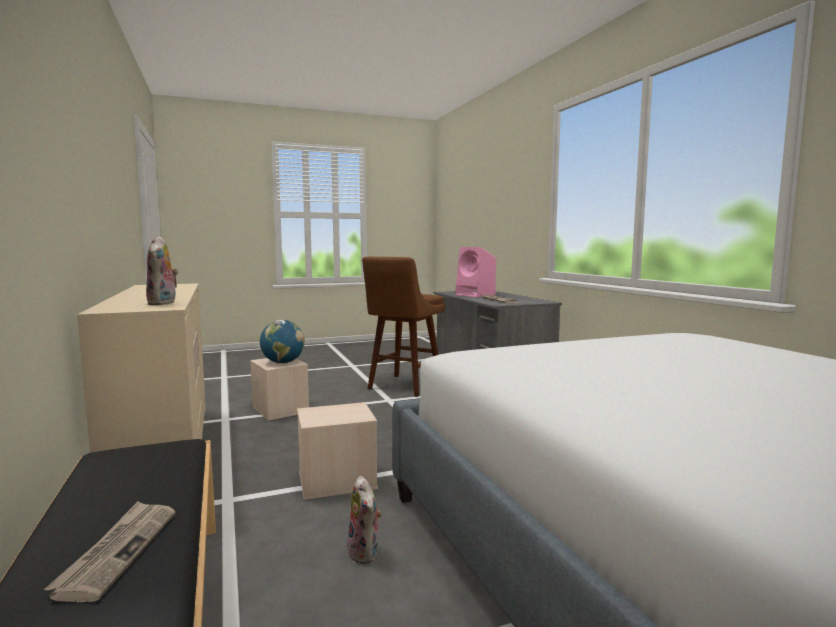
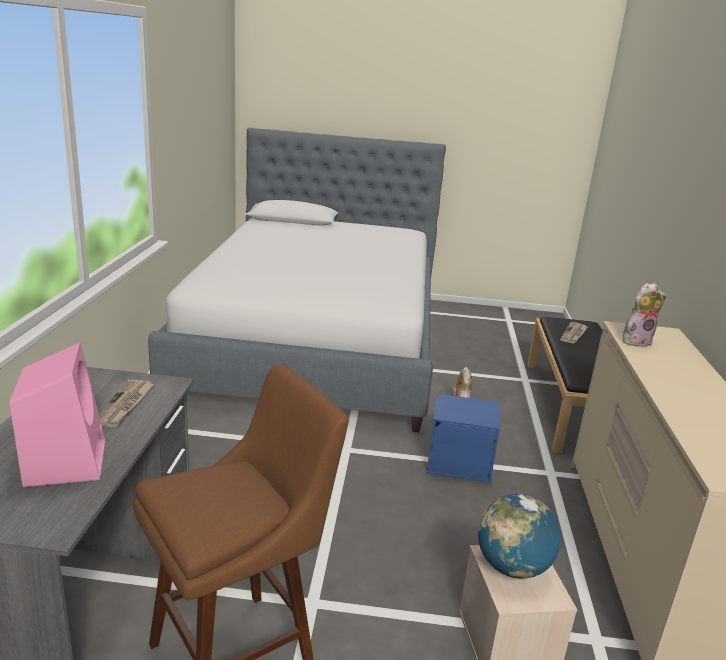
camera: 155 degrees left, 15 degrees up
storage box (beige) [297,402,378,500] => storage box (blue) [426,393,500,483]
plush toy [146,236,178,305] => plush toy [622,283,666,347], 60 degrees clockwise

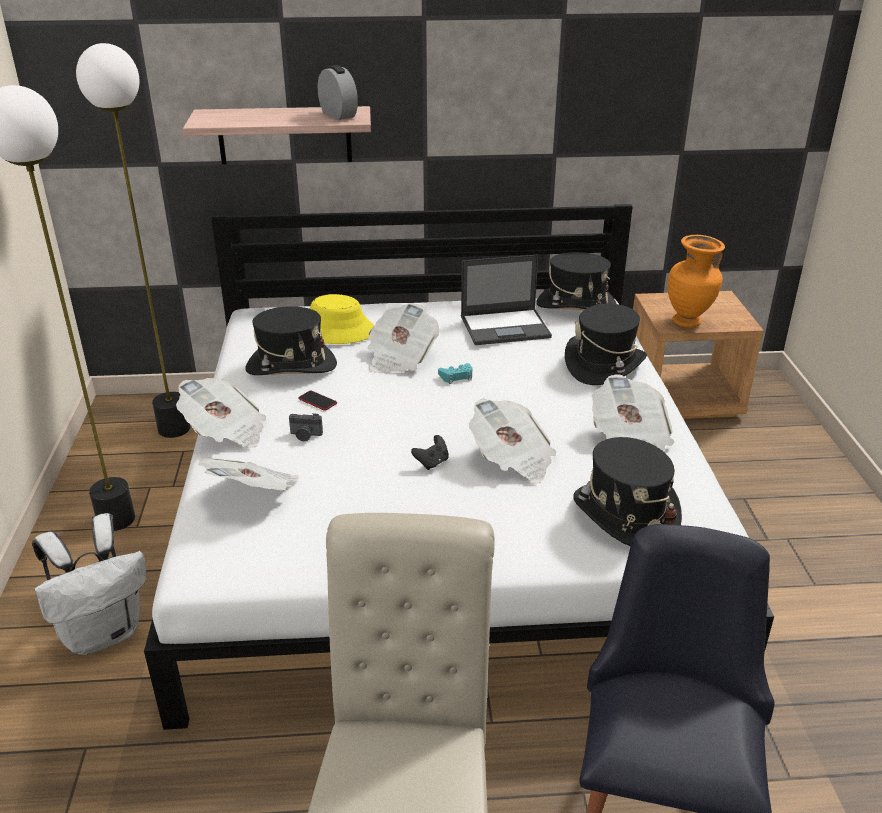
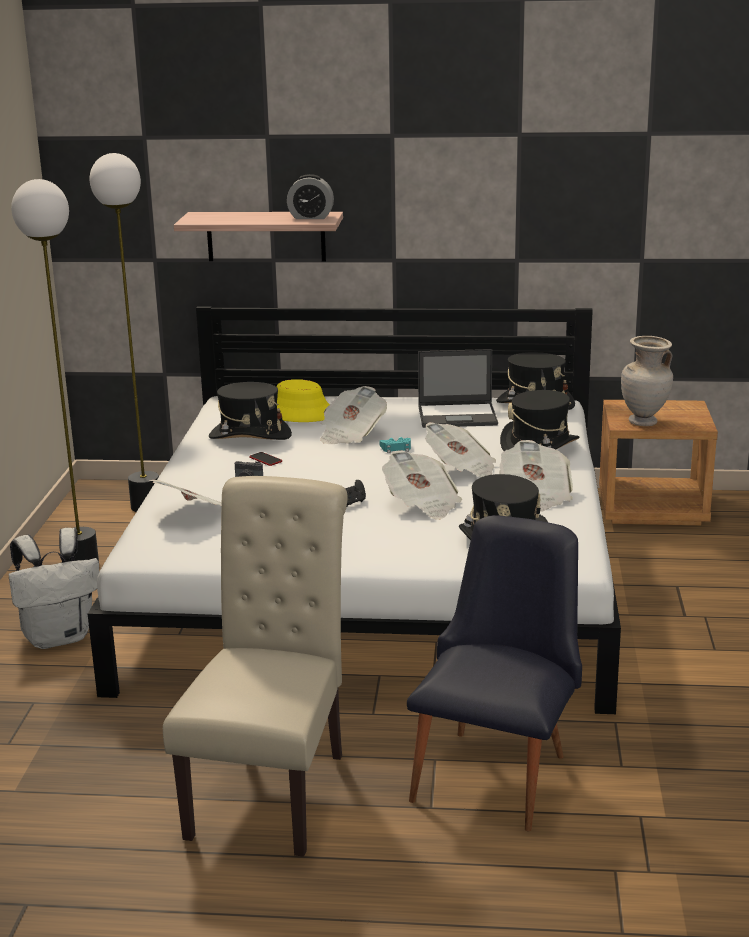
camera: 10 degrees right, 10 degrees down
newspaper [176,378,266,448] => newspaper [425,422,496,478], moved
vase (orange) [667,235,725,328] => vase (beige) [621,336,673,426]
alarm clock [318,65,358,120] => alarm clock [287,174,334,219], 120 degrees clockwise

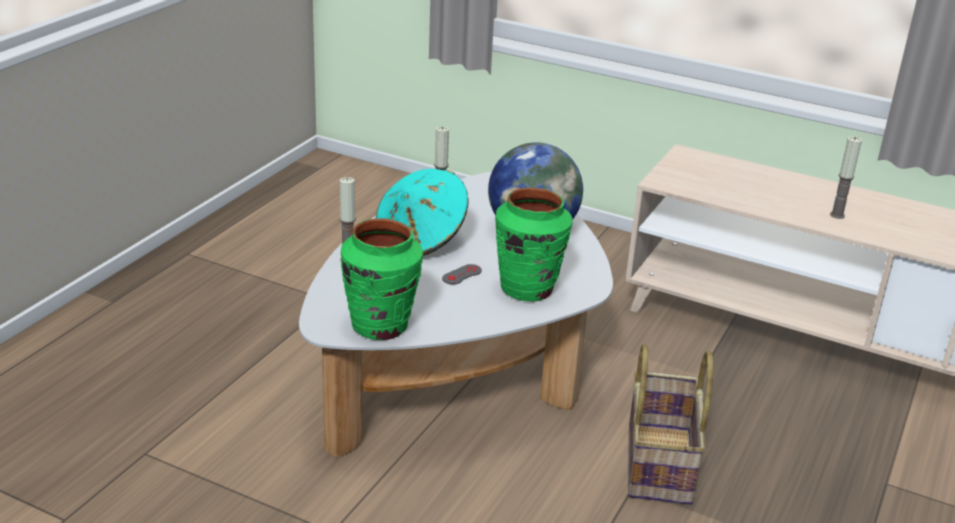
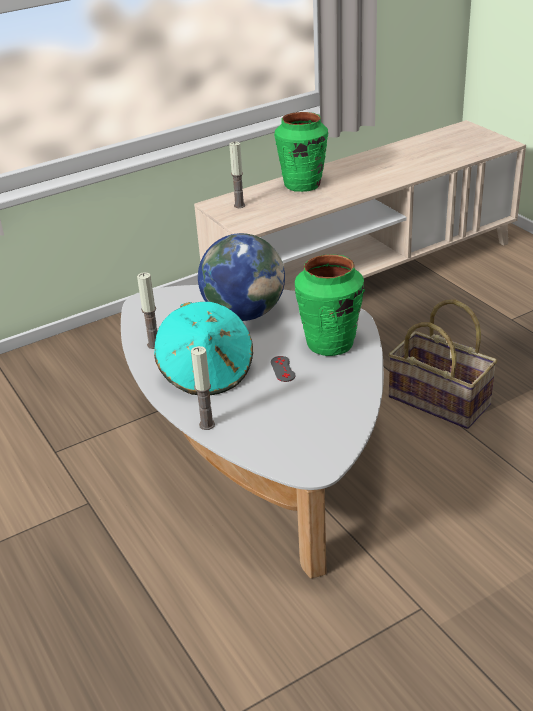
camera: 55 degrees left, 5 degrees up
vase (green) [341,218,423,340] => vase (green) [274,112,328,192], moved
candle [830,137,862,219] => candle [229,142,245,208], moved

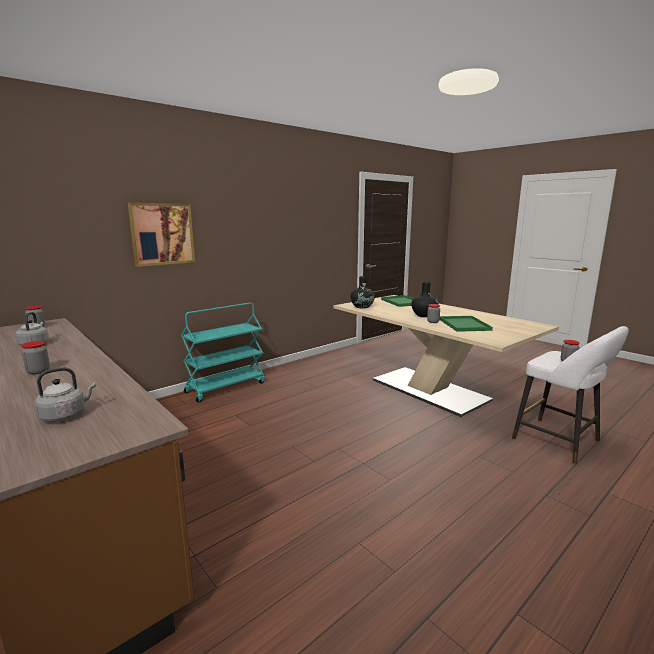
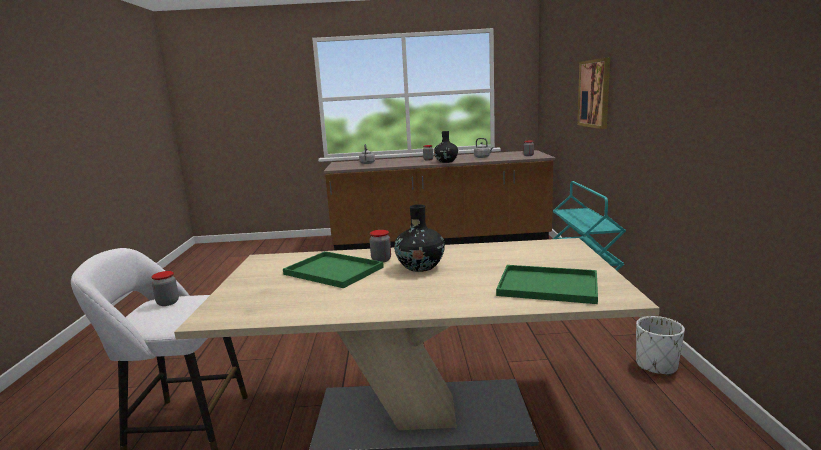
camera: 130 degrees right, 0 degrees up
nothing => planter (white) [636,316,685,376]
vase (black) [350,276,375,308] => vase (black) [434,131,458,163], moved

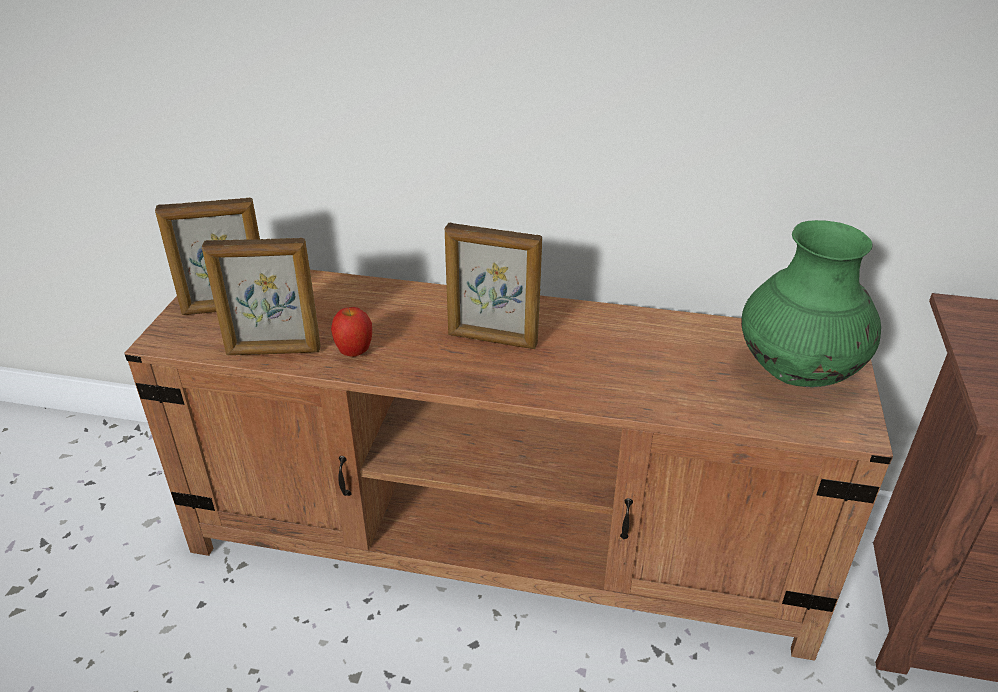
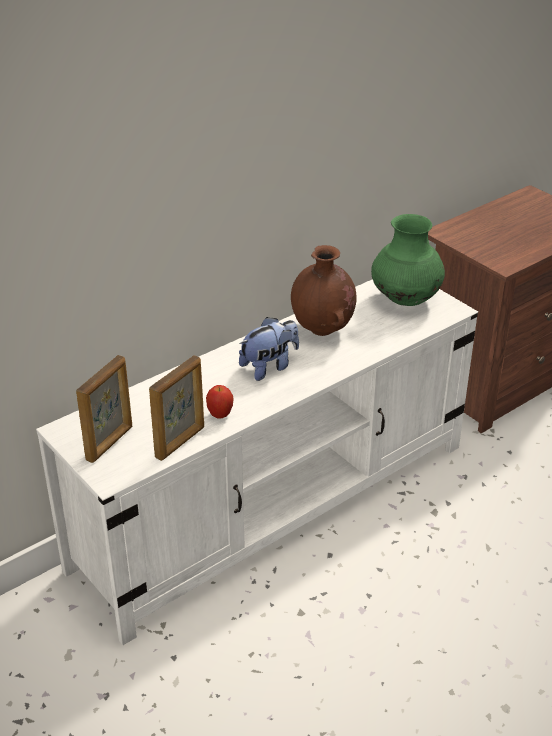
camera: 50 degrees left, 0 degrees up
nothing => vase (brown) [291,245,357,336]
picture frame [445,223,542,349] => plush toy [239,317,299,381]
tv stand (brown) [125,270,893,661] => tv stand (white) [36,279,478,645]

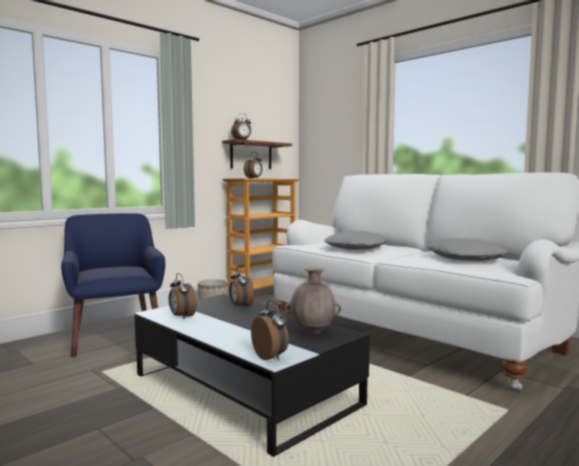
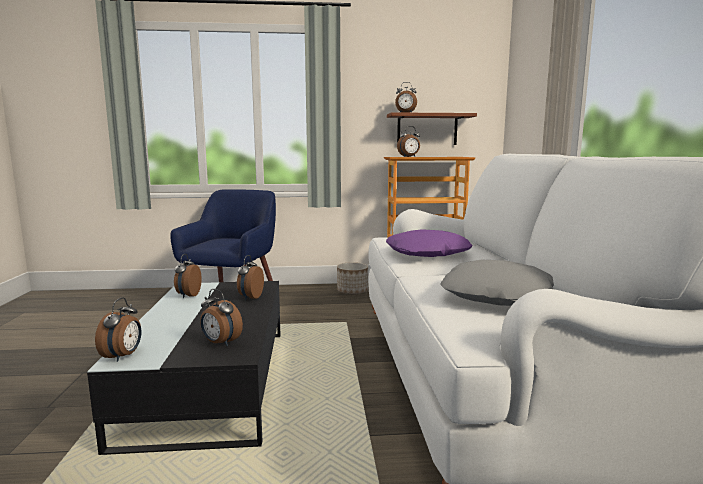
camera: 40 degrees right, 5 degrees up
vase (brown) [285,267,341,335] => alarm clock [200,289,243,346]
pillow (grey) [324,231,389,250] => pillow (purple) [386,229,472,257]

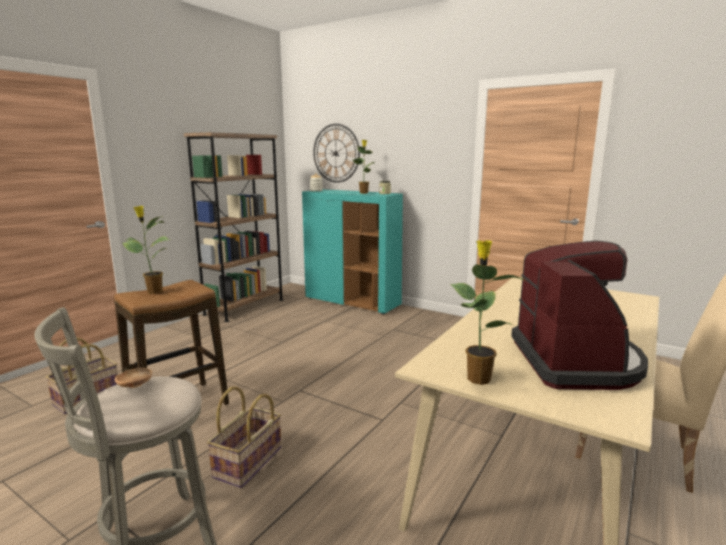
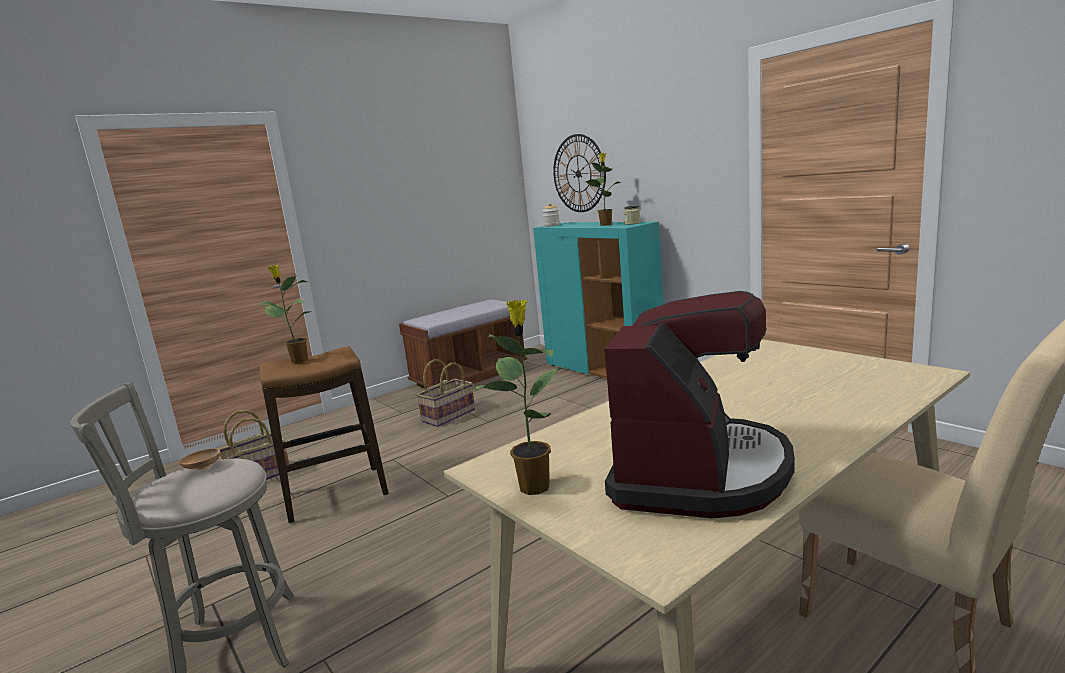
camera: 20 degrees right, 0 degrees up
basket [207,386,282,488] => basket [416,359,475,427], moved
bookcase (brown) [184,132,283,322] => bench (brown) [399,300,527,389]

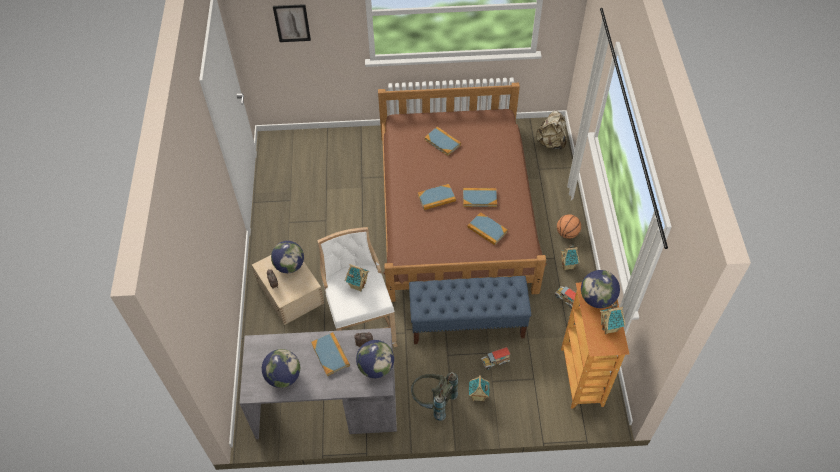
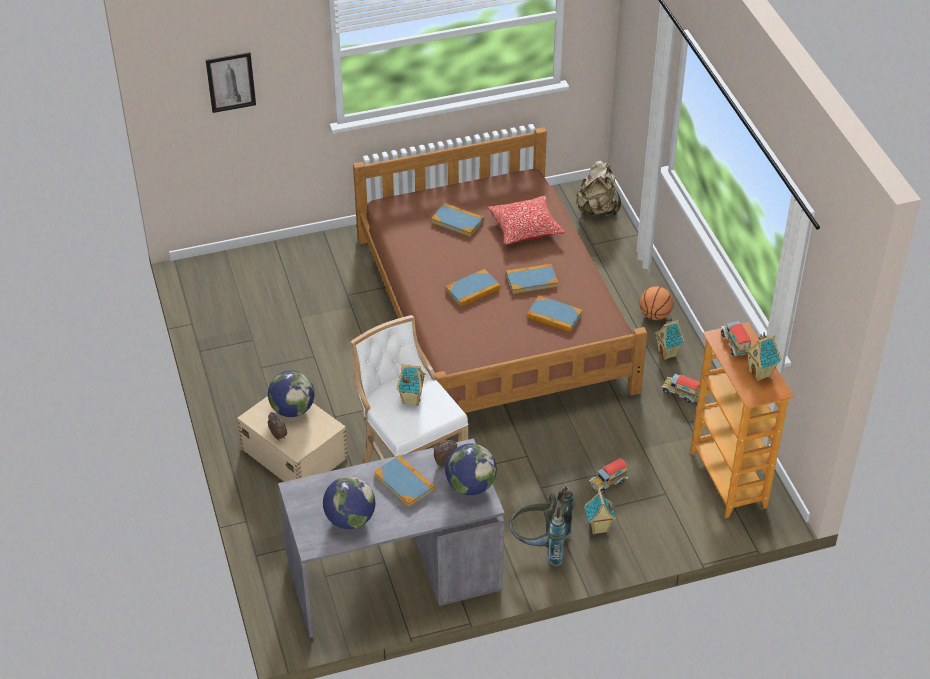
camera: 15 degrees left, 10 degrees down
bench (blue) [409,276,531,344] => nothing
nothing => pillow [488,195,565,245]
globe [581,270,620,308] => toy truck [721,321,751,356]

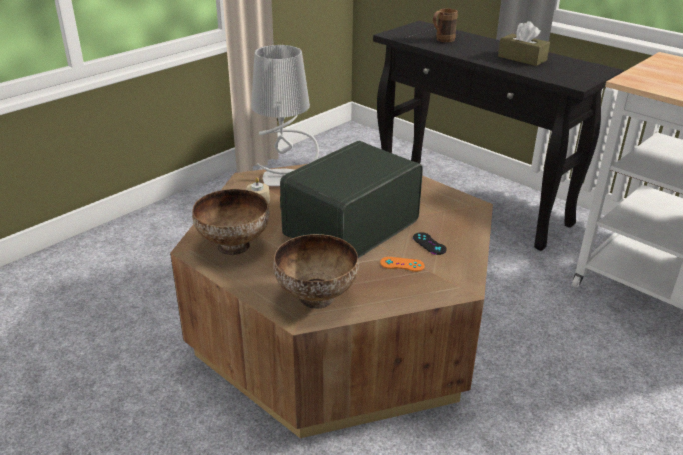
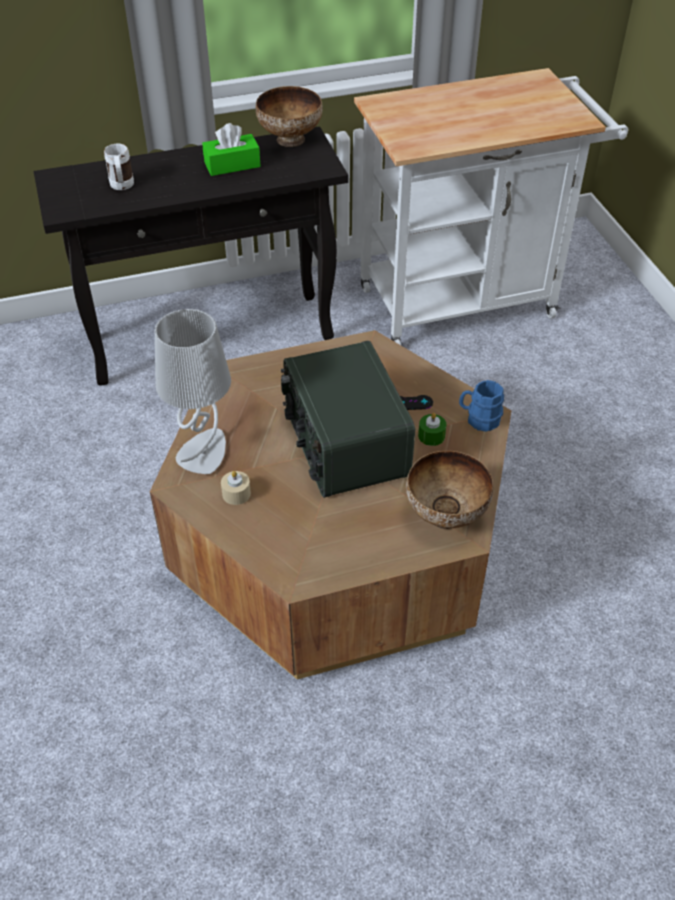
camera: 60 degrees left, 15 degrees up
nothing => mug (blue) [459,380,504,432]
bowl [192,189,270,255] => bowl [256,86,323,147], moved
game controller (orange) [380,257,425,272] => candle (green) [418,413,446,446]
mug (brown) [433,8,458,42] => mug (white) [104,143,134,190]
tissue box (brown) [498,21,550,66] => tissue box (green) [202,123,261,176]

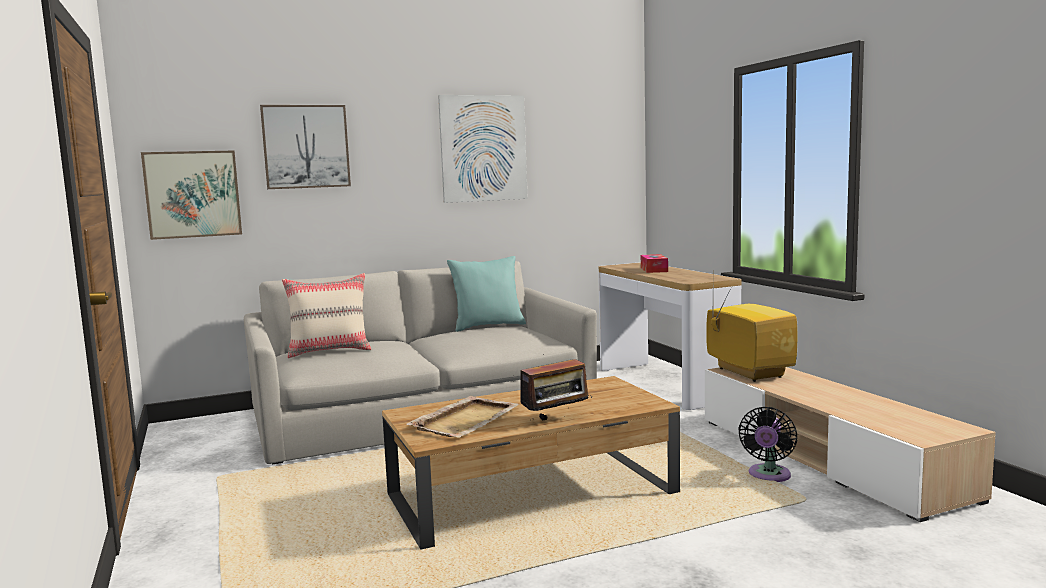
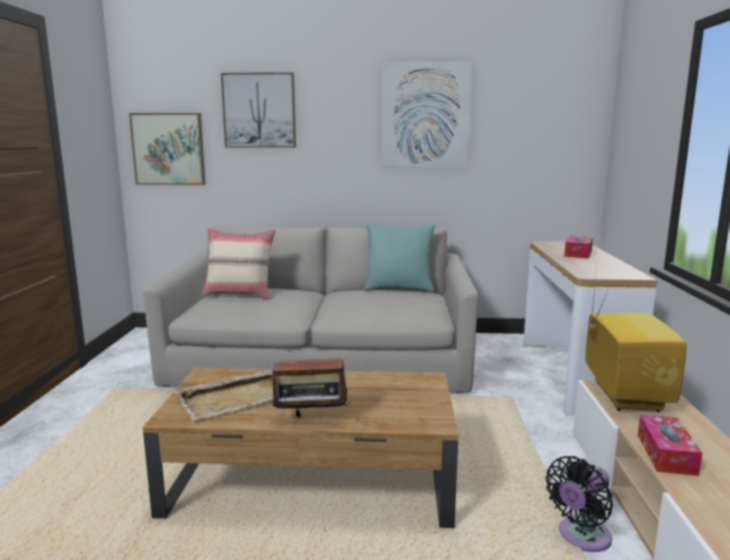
camera: 25 degrees right, 5 degrees up
nothing => tissue box [638,415,702,476]

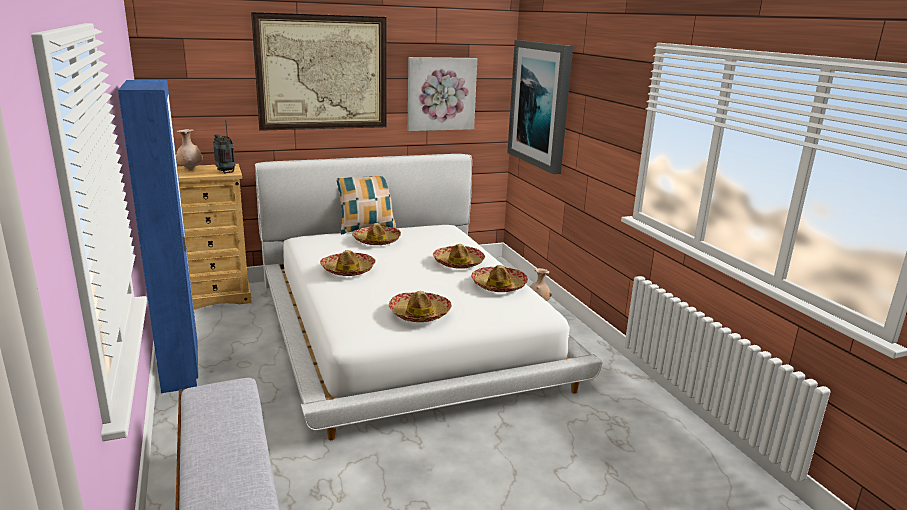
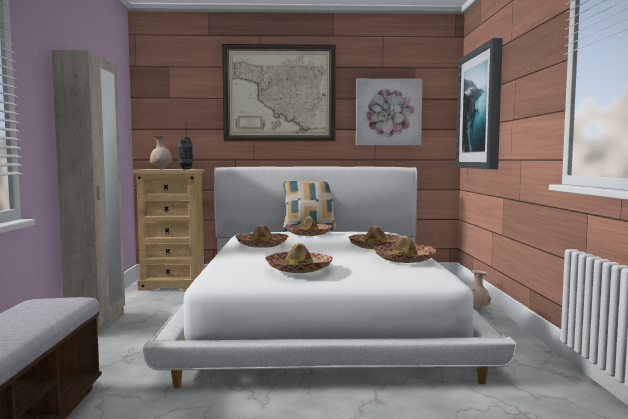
camera: 20 degrees right, 15 degrees down
wardrobe (blue) [118,80,198,393] => wardrobe (beige) [52,50,125,335]

